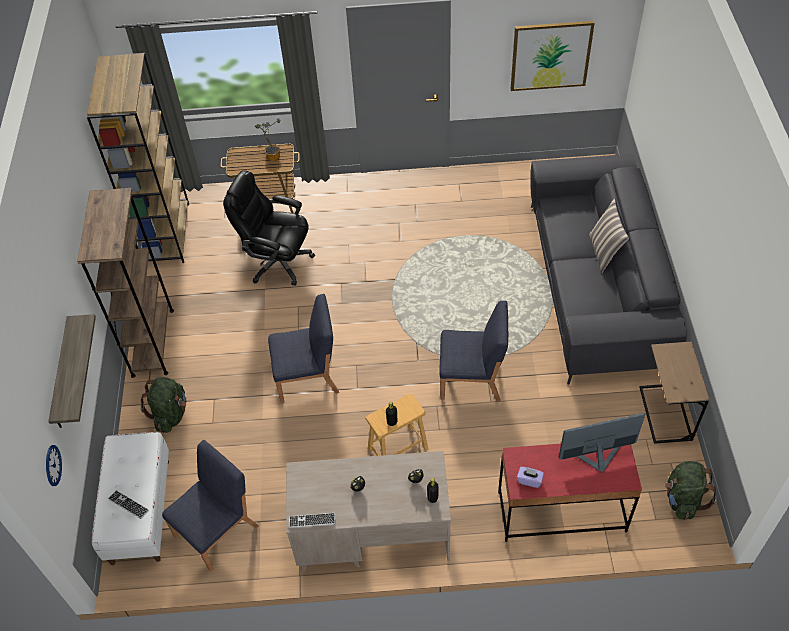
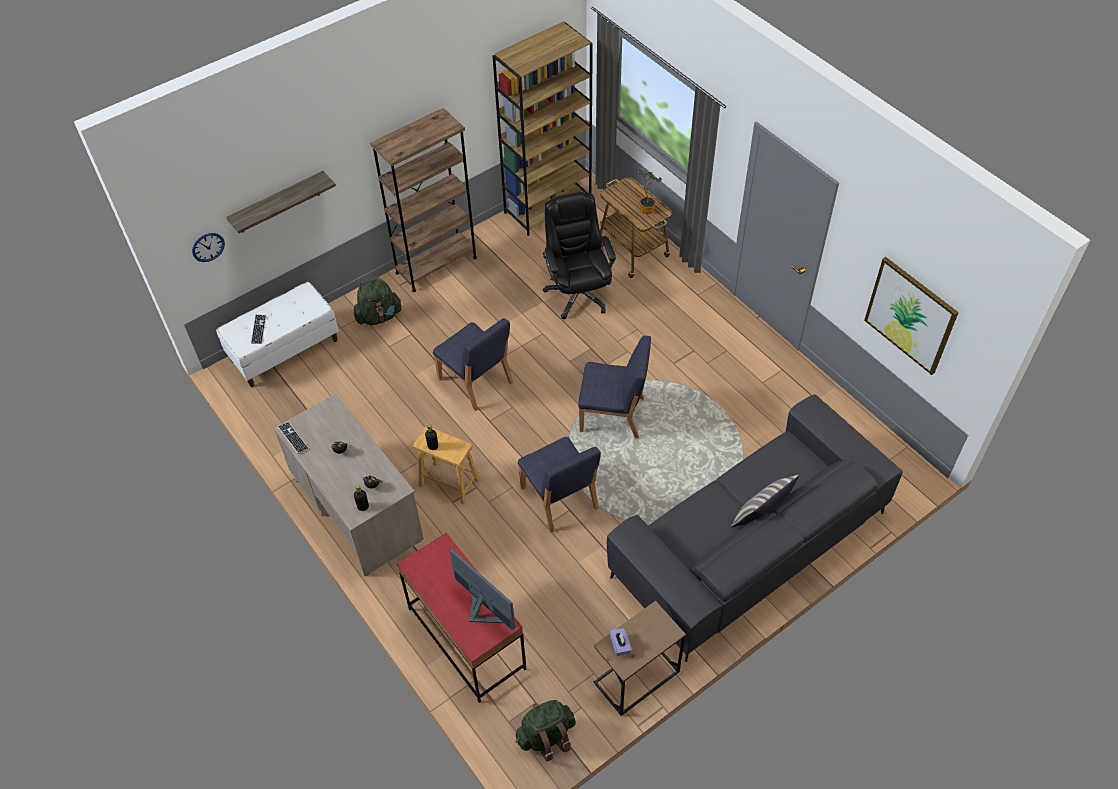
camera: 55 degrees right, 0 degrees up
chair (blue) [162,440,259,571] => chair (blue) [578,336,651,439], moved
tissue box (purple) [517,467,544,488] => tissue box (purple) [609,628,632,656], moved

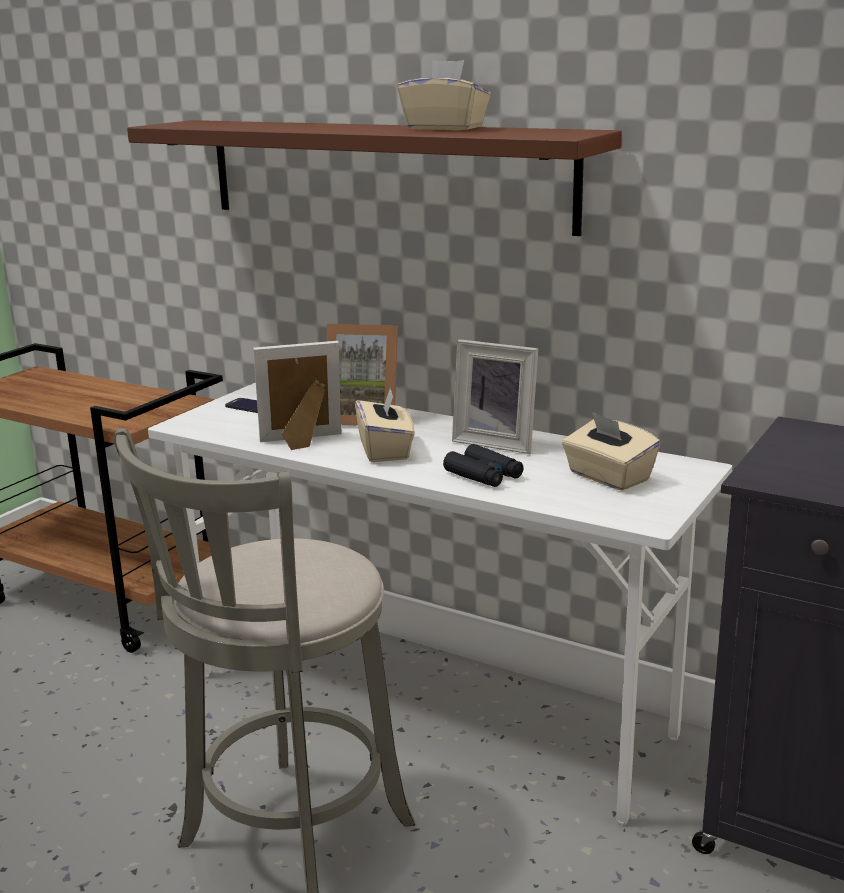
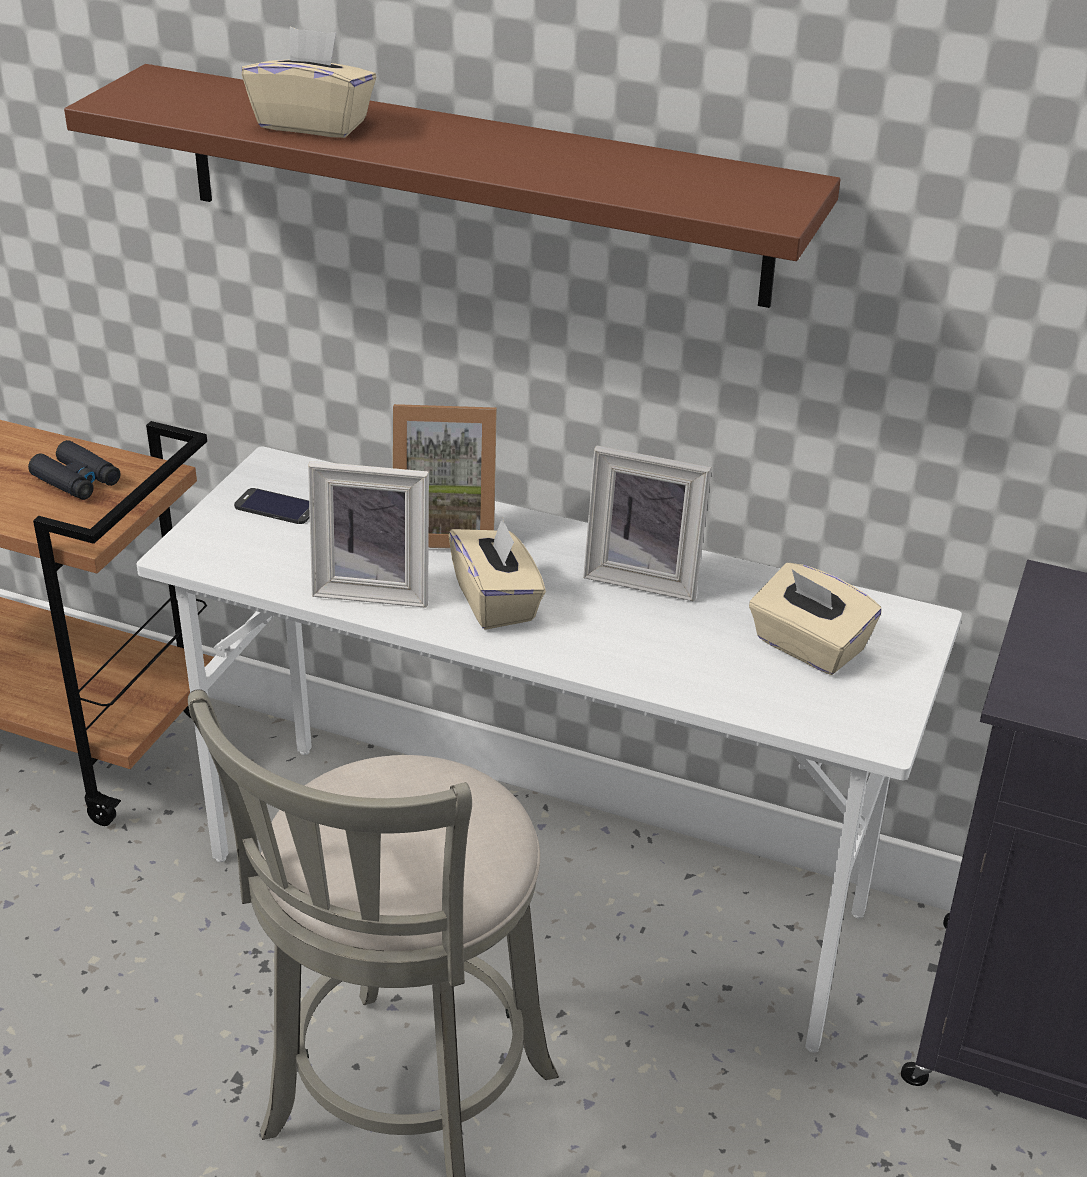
camera: 10 degrees left, 15 degrees up
tissue box (beige) [398,60,491,130] => tissue box (beige) [241,27,376,138], moved
binoculars (black) [443,444,523,487] => binoculars (black) [28,440,121,500], moved
picture frame [253,341,341,450] => picture frame [308,461,429,608], 150 degrees counterclockwise

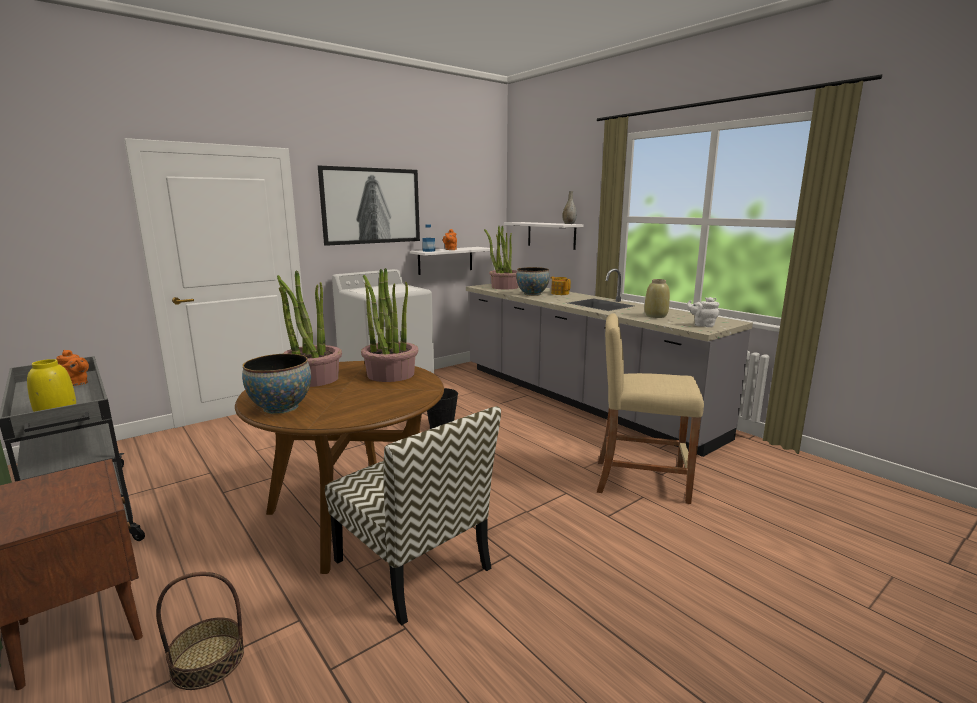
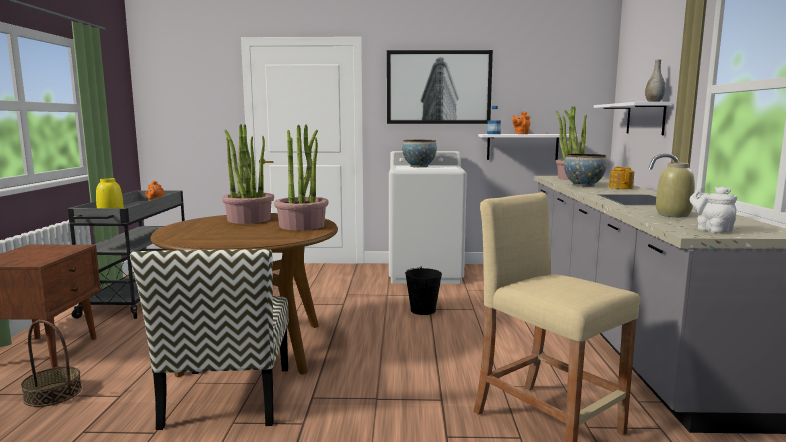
camera: 40 degrees right, 5 degrees down
bowl [242,354,311,414] => bowl [402,140,437,167], moved

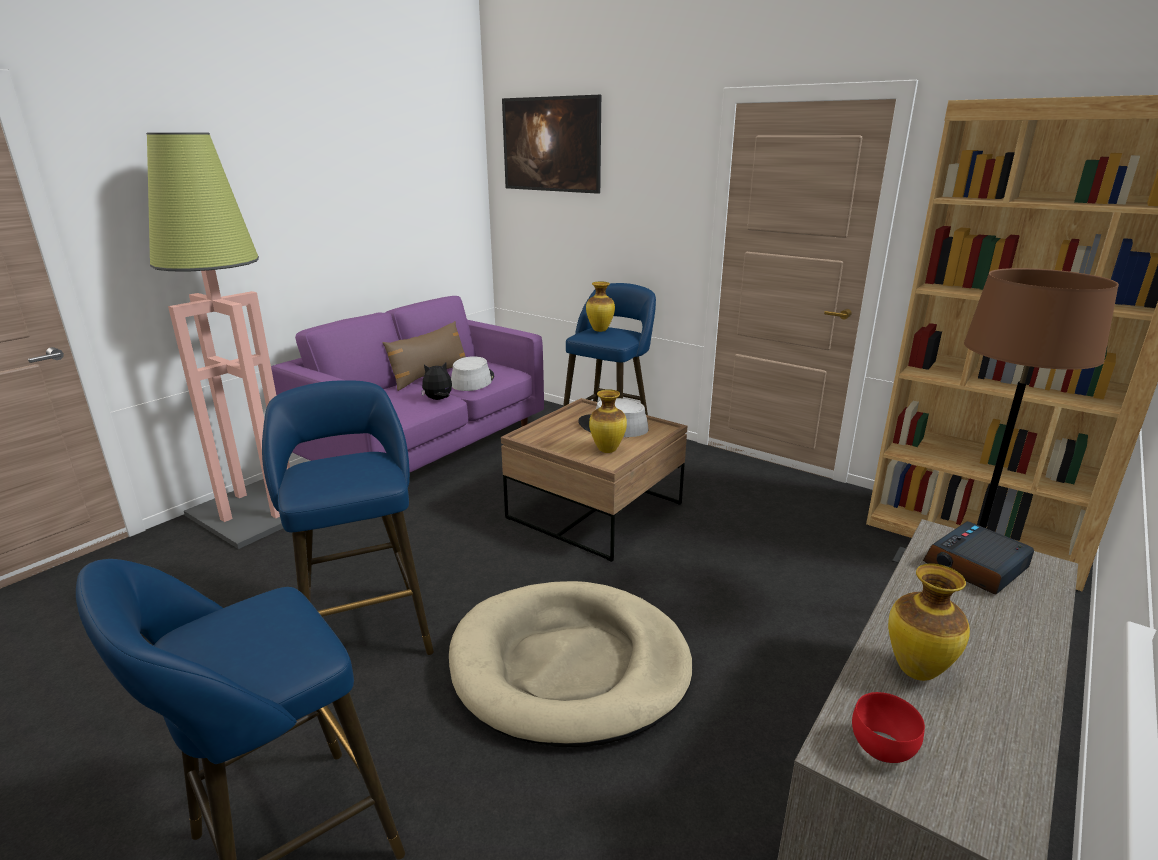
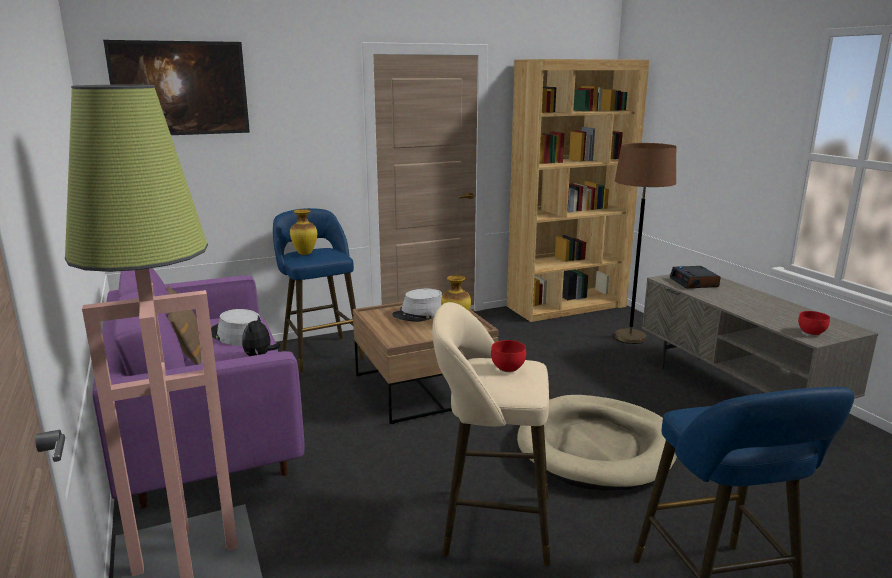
camera: 60 degrees left, 5 degrees down
vase [888,563,970,681] => nothing
nothing => bowl (red) [491,340,526,372]
stool (blue) [262,380,434,655] => stool (beige) [432,302,551,566]

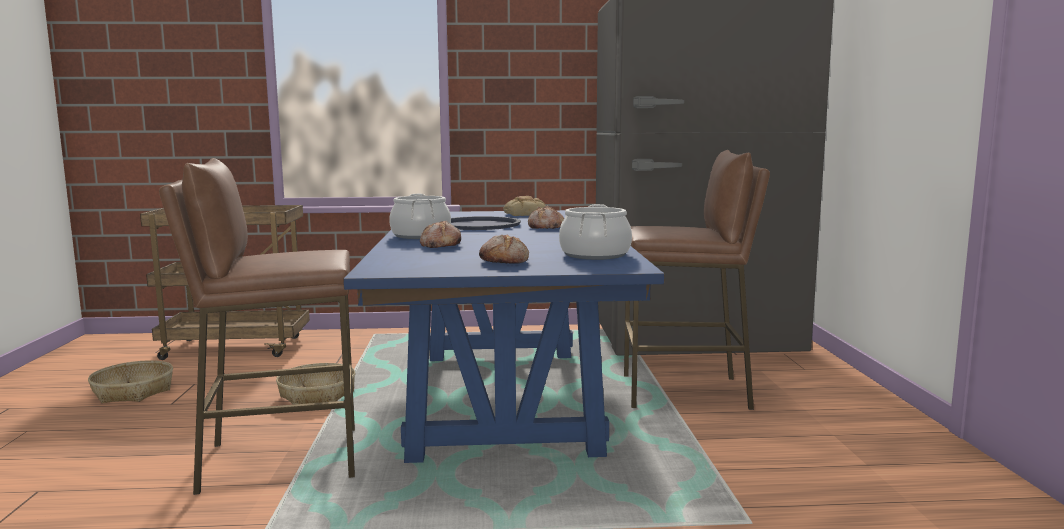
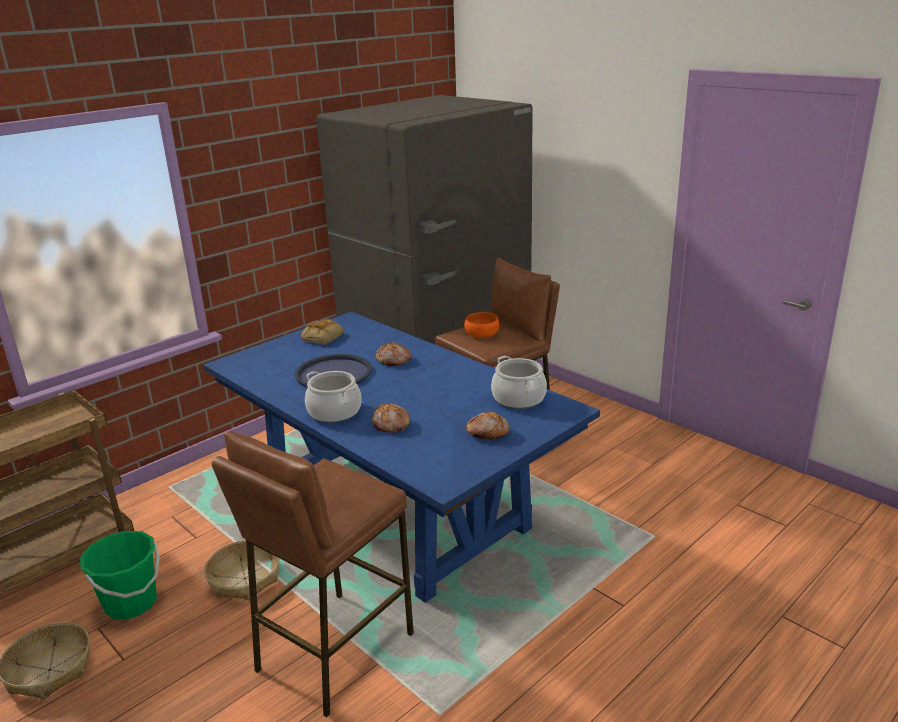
camera: 40 degrees left, 15 degrees up
nothing => bucket (green) [80,531,160,620]
nothing => bowl (orange) [464,312,499,338]

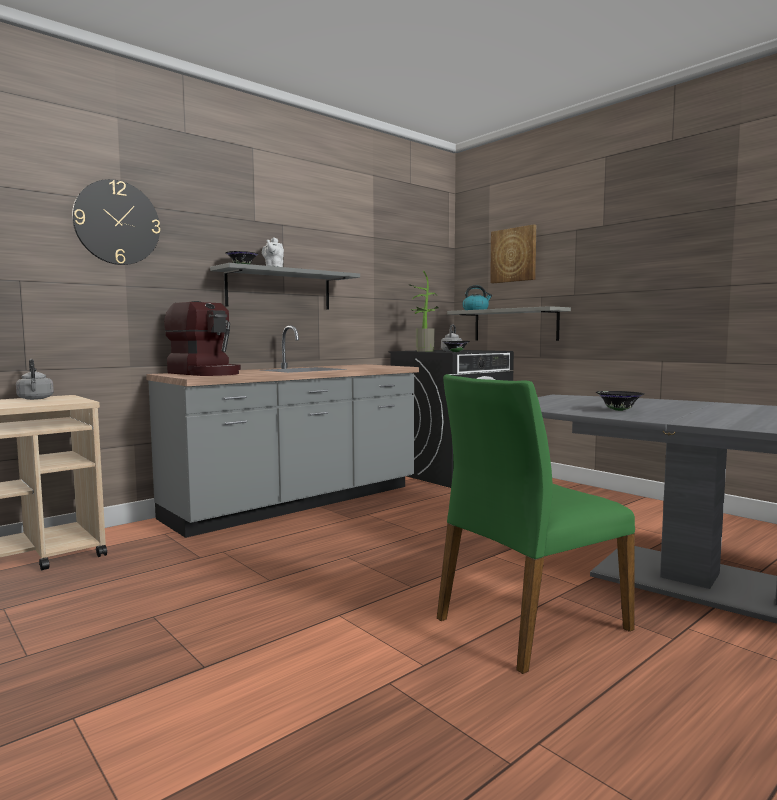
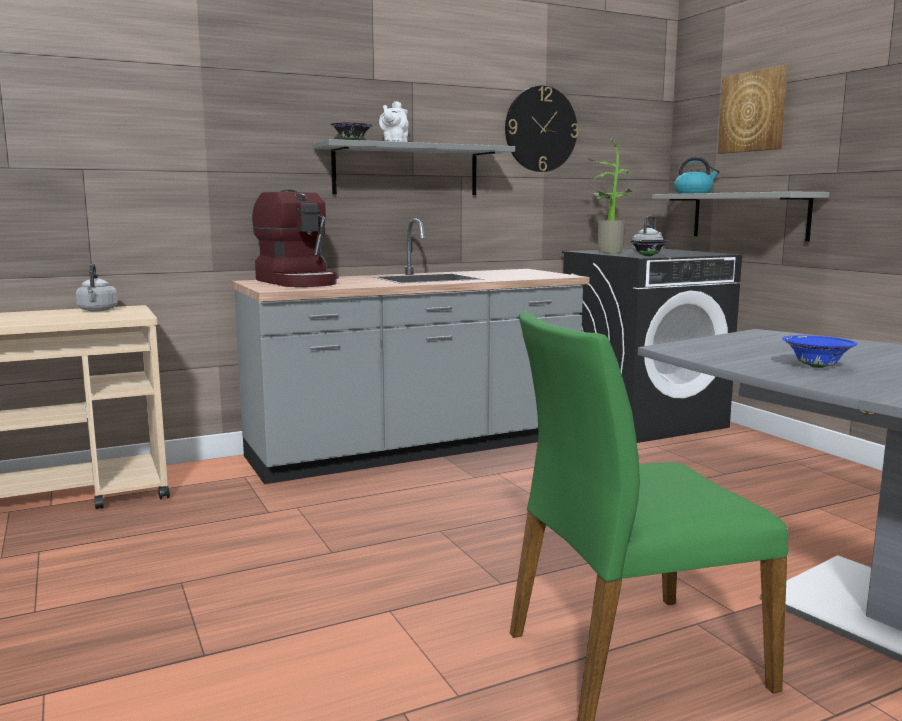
camera: 15 degrees right, 5 degrees up
wall clock [72,179,160,265] => wall clock [505,86,578,172], moved
bowl (black) [596,391,644,411] => bowl (blue) [782,335,858,368]

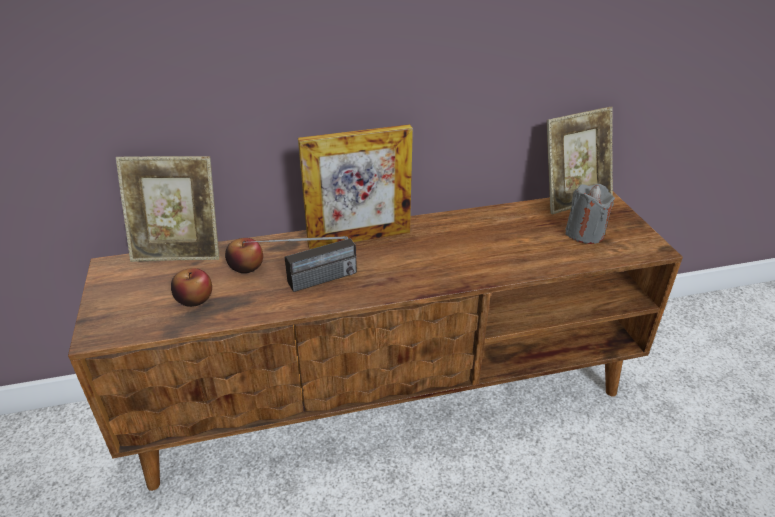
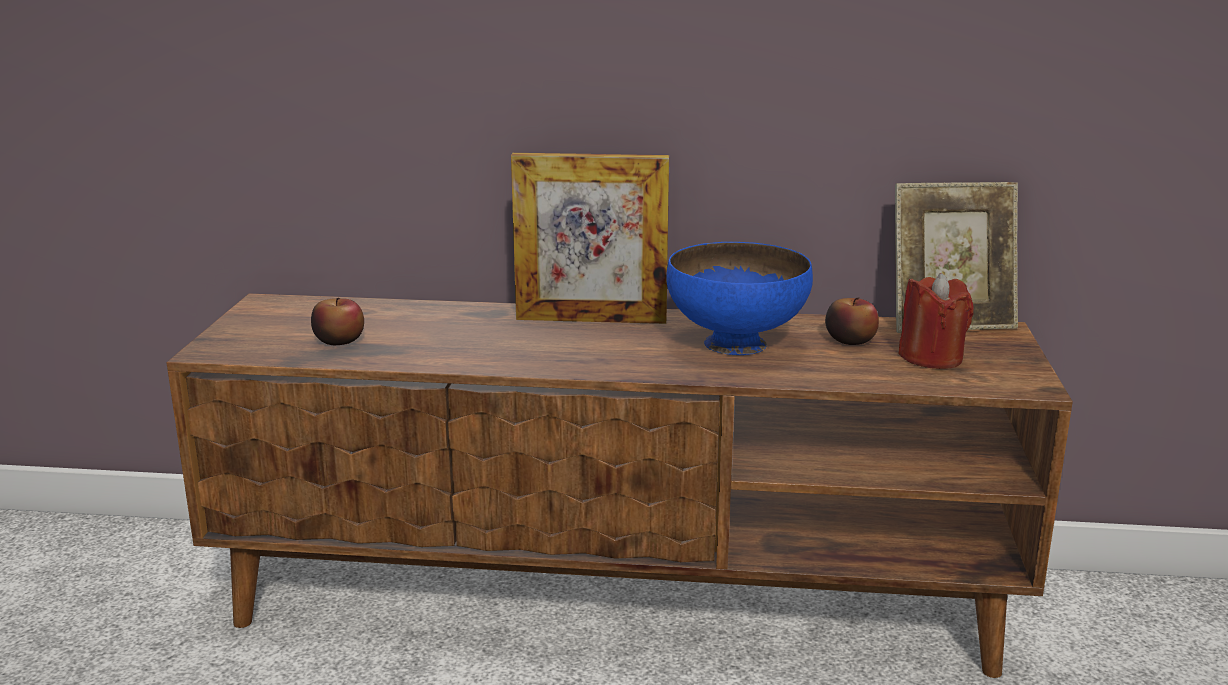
camera: 20 degrees right, 15 degrees down
picture frame [116,156,219,262] => nothing
radio [243,236,357,292] => nothing
nothing => bowl (blue) [666,242,813,355]
apple [225,238,263,273] => apple [825,297,879,345], moved
candle (grey) [565,184,615,244] => candle (red) [898,273,974,369]

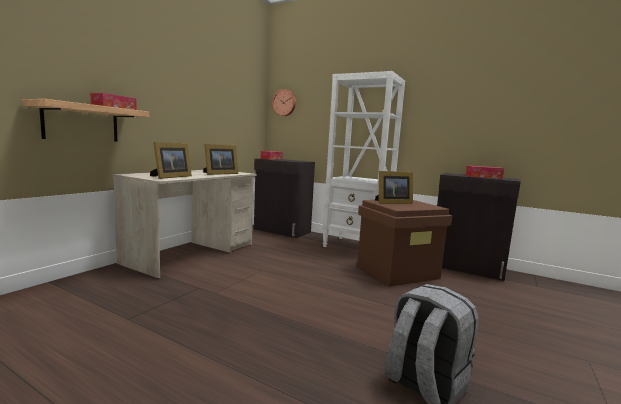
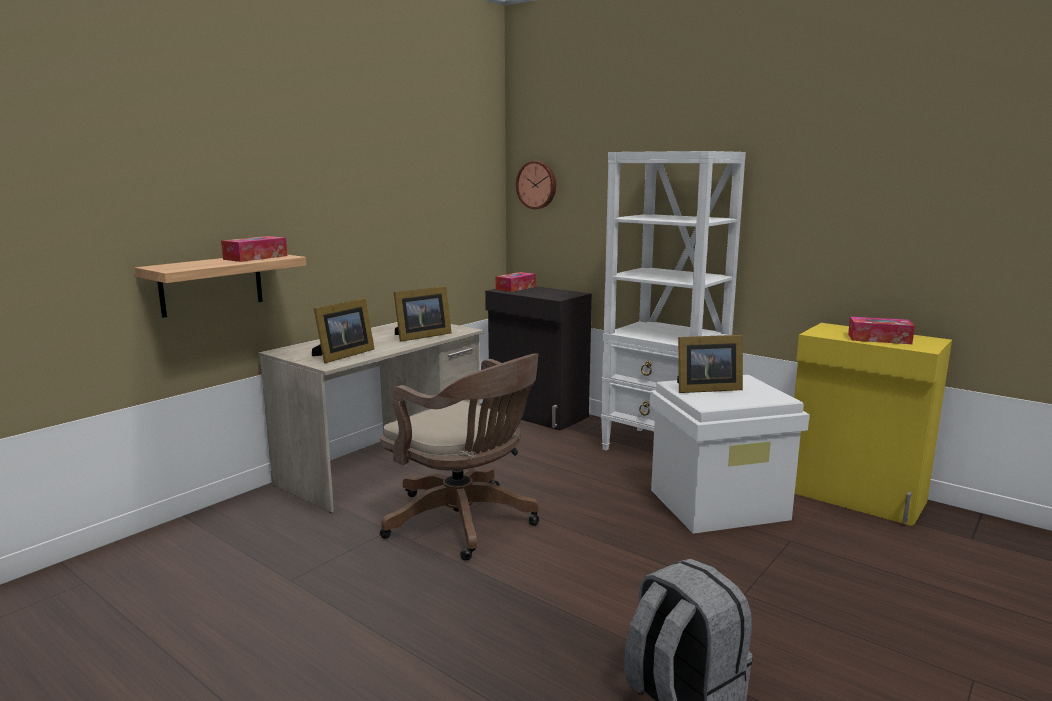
camera: 10 degrees right, 5 degrees up
nothing => office chair (brown) [380,353,539,561]
storage box (brown) [357,200,452,287] => storage box (white) [650,375,809,534]
cabinet (black) [437,173,521,281] => cabinet (yellow) [794,323,952,526]

